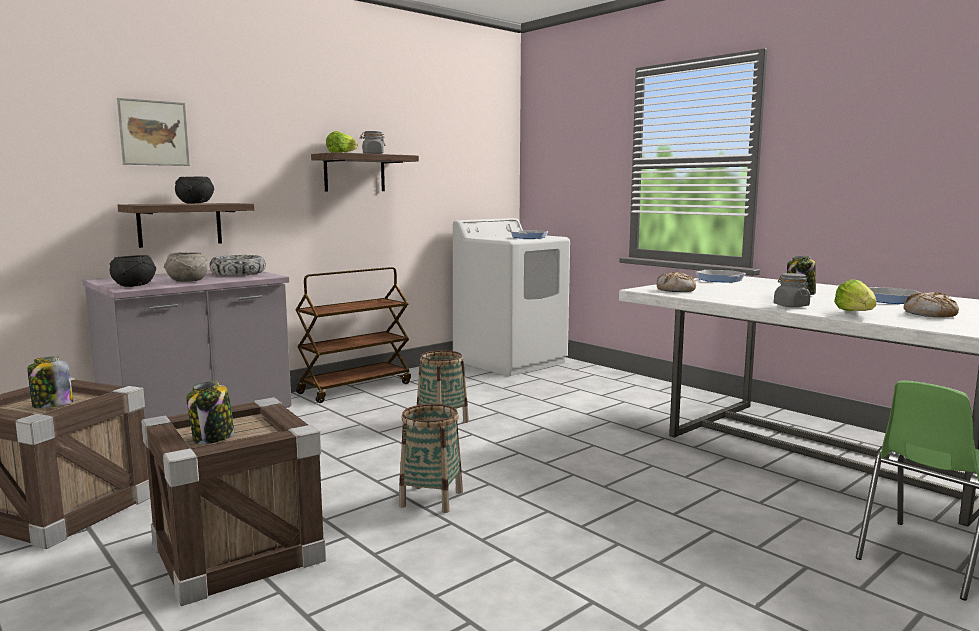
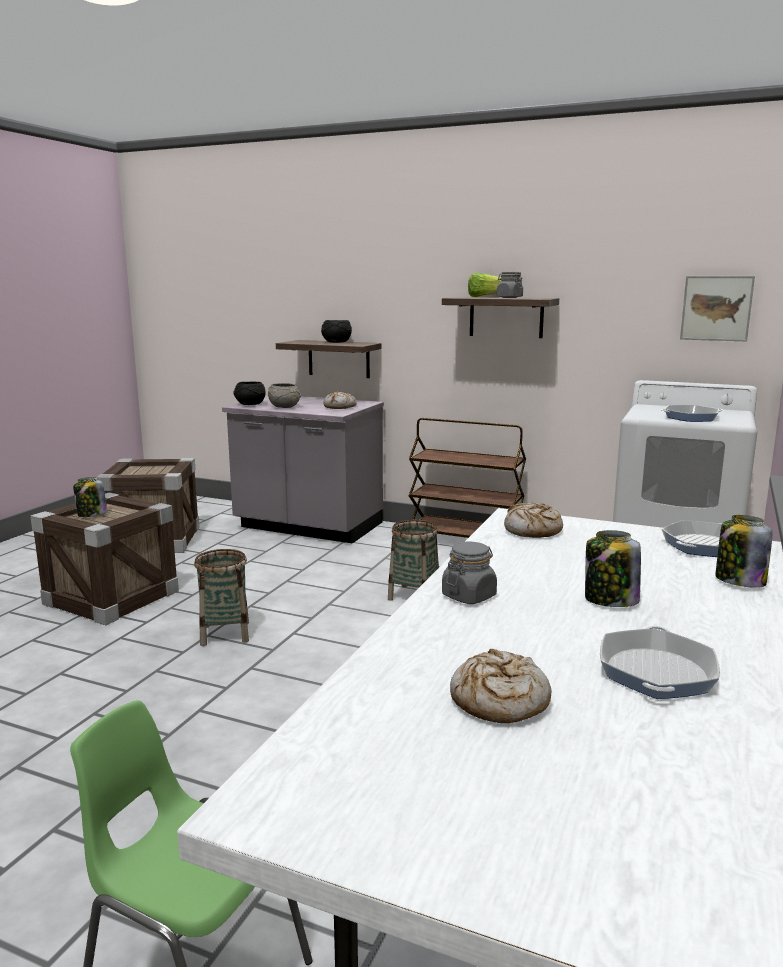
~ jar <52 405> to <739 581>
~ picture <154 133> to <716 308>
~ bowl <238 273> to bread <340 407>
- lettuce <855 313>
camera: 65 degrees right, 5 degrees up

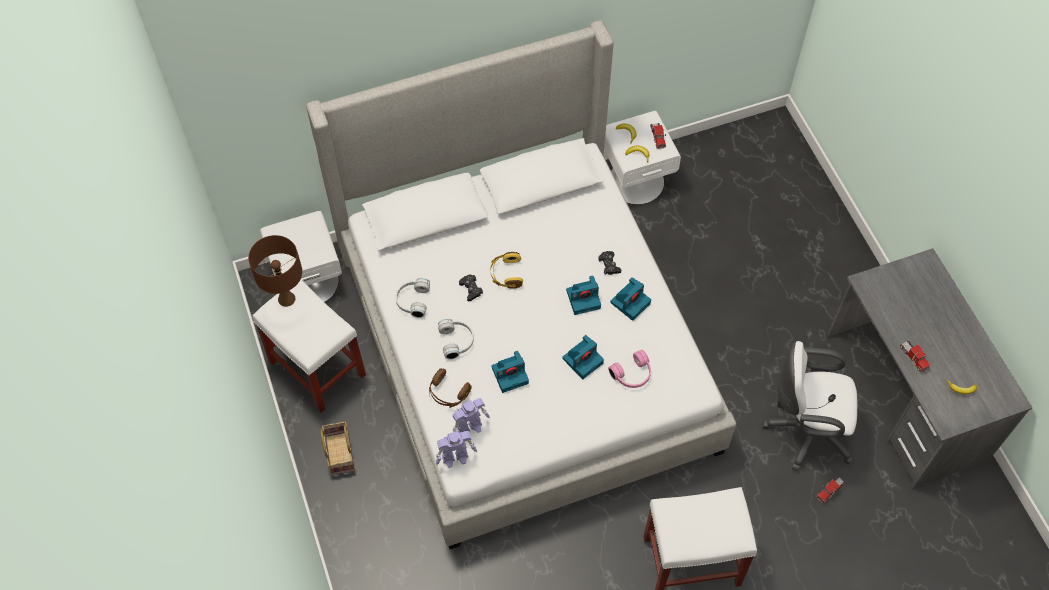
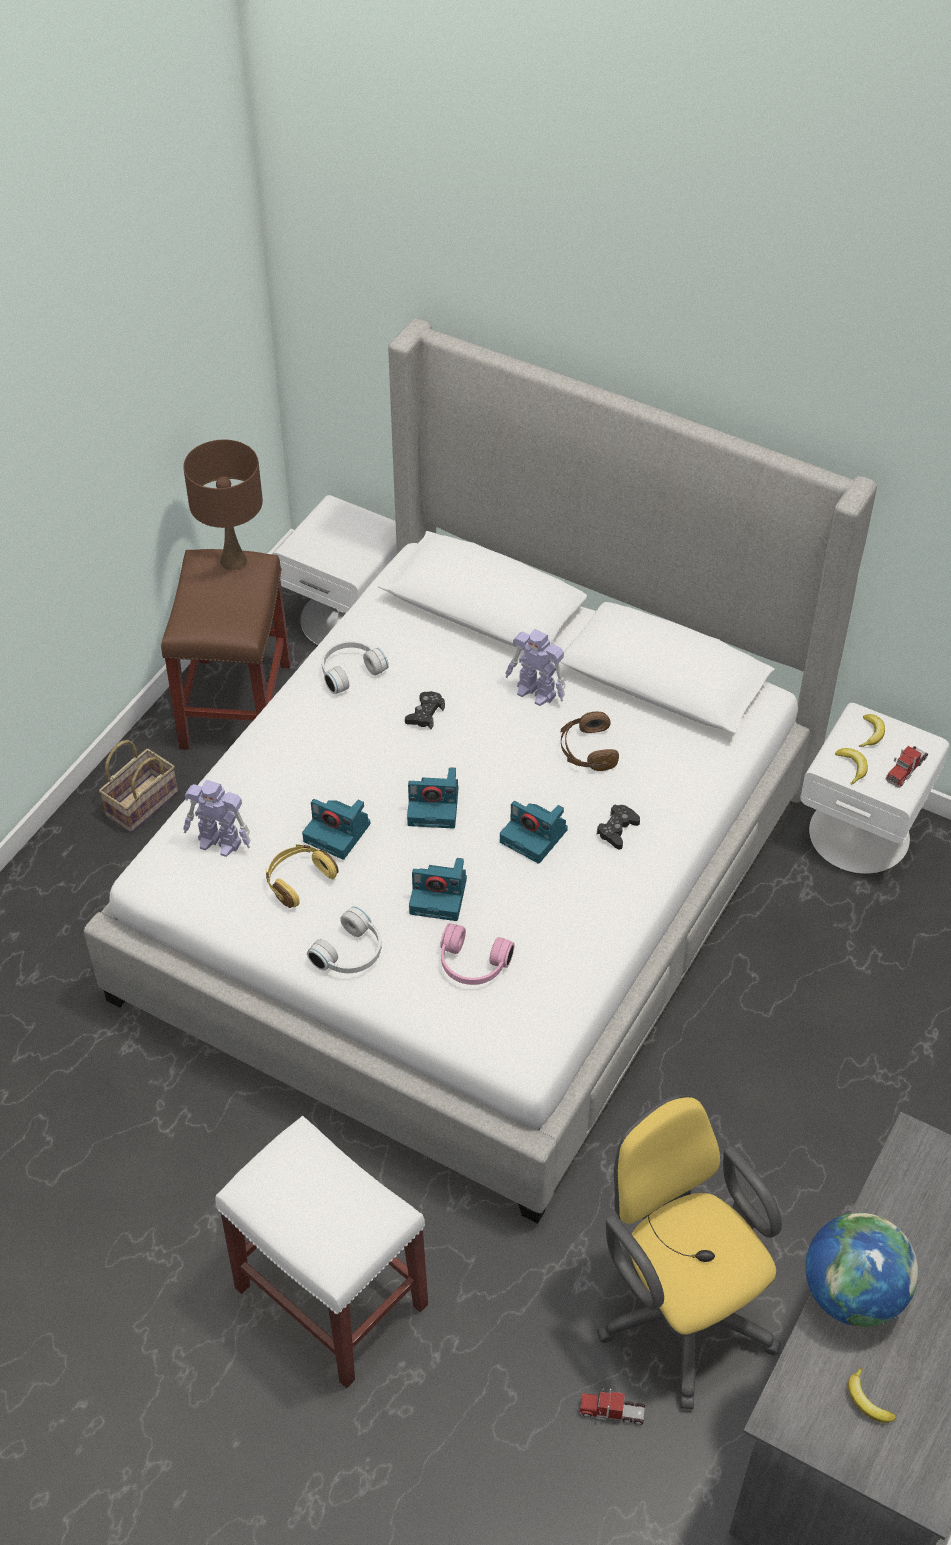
~ white stool <318 369> to brown stool <236 707>
~ brown headphones <448 393> to <587 750>
~ toy robot <456 457> to <536 692>
~ white headphones <457 341> to <351 953>
~ yellow headphones <506 274> to <298 880>
~ photo camera <630 302> to <434 806>
~ white office chair <805 430> to yellow office chair <680 1309>
~ toy truck <913 357> to globe <853 1293>
camera: 50 degrees right, 10 degrees down

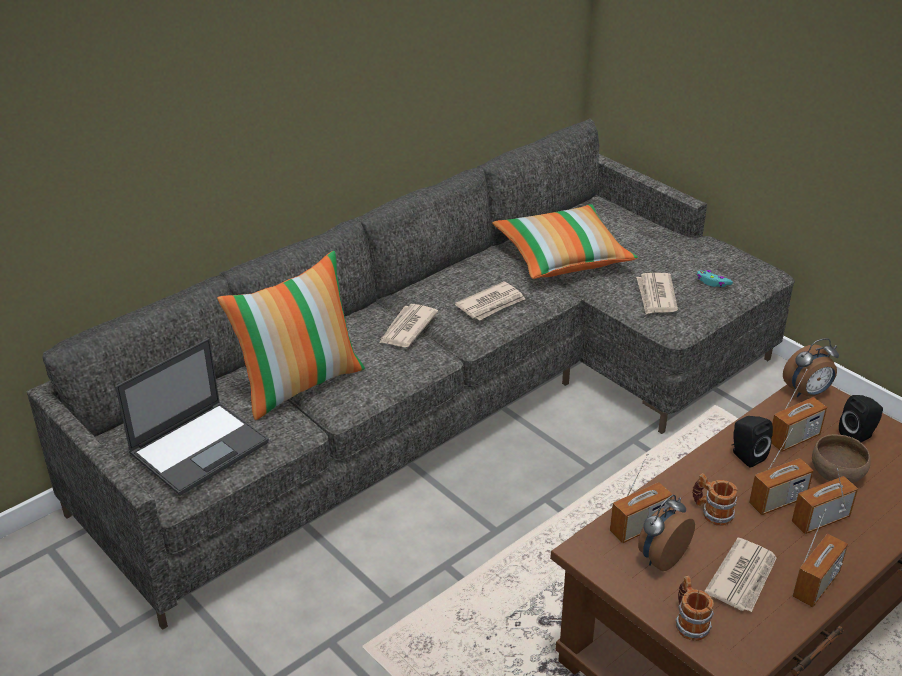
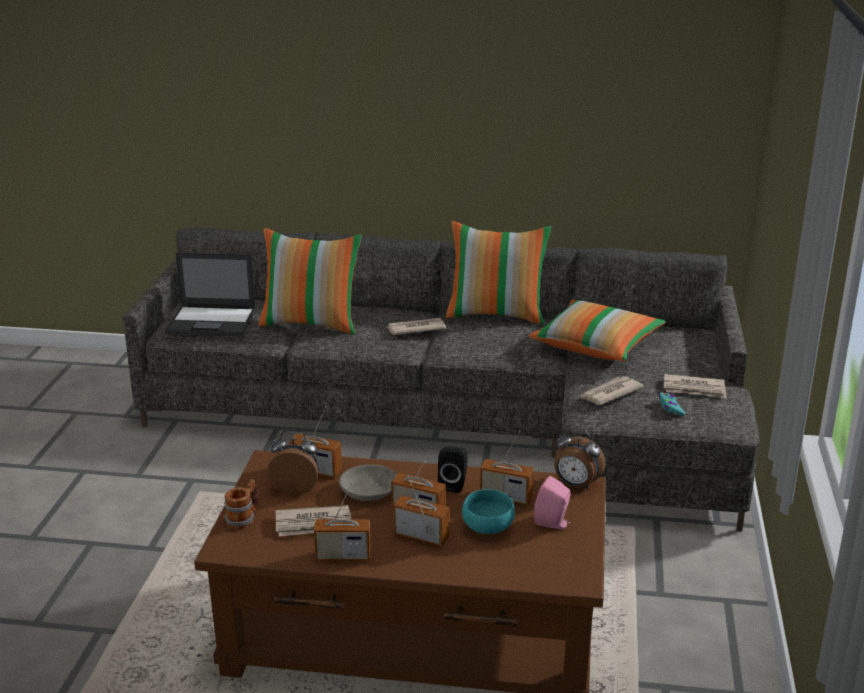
~ newspaper <491 304> to <694 389>
~ mug <711 512> to grey bowl <369 491>
~ brown bowl <837 474> to turquoise bowl <489 528>
~ black speaker <858 436> to pink speaker <553 523>
+ pillow <496 314>
camera: 50 degrees right, 10 degrees down

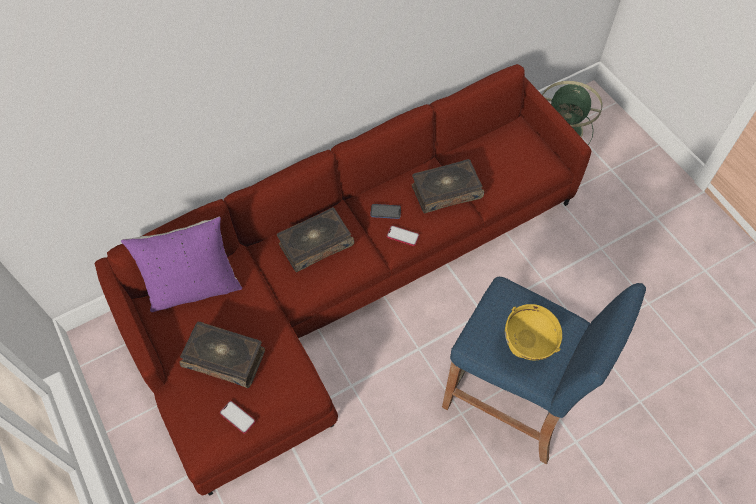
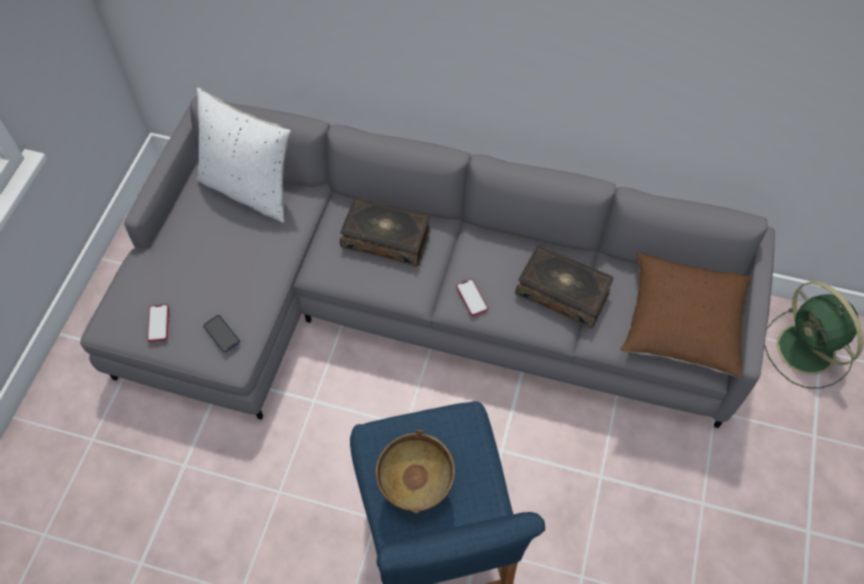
~ red sofa <344 281> to grey sofa <410 305>
~ purple pillow <194 287> to white pillow <250 189>
- book <225 358>
~ phone <385 212> to <222 334>
~ yellow bowl <527 349> to brown bowl <416 491>
+ brown pillow <681 325>
camera: 45 degrees right, 0 degrees up

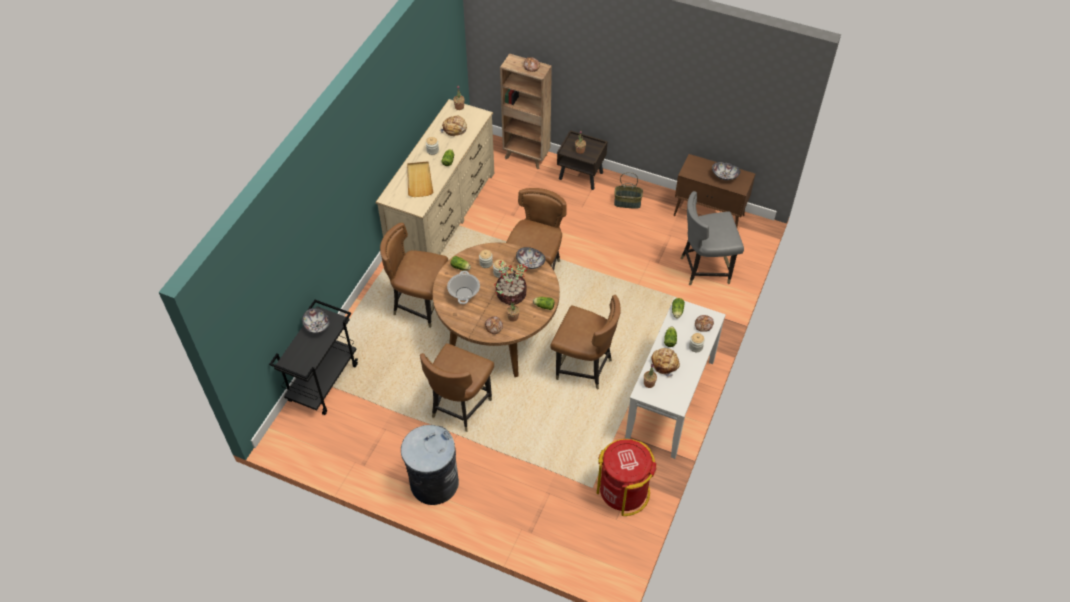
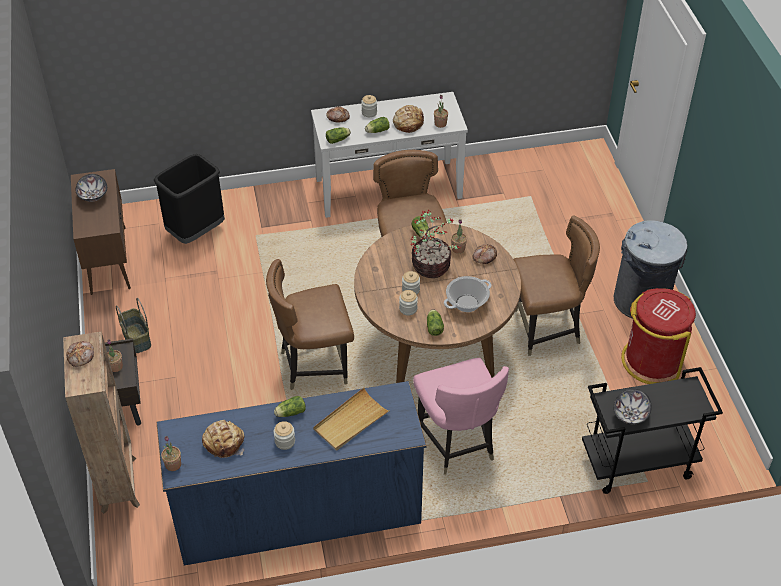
~ beige dresser <442 215> to blue dresser <298 512>
~ brown chair <419 305> to pink chair <457 444>
- bowl <531 263>
~ red trash can <623 491> to <652 360>
~ grey chair <704 268> to black trash can <196 232>
camera: 125 degrees left, 5 degrees down

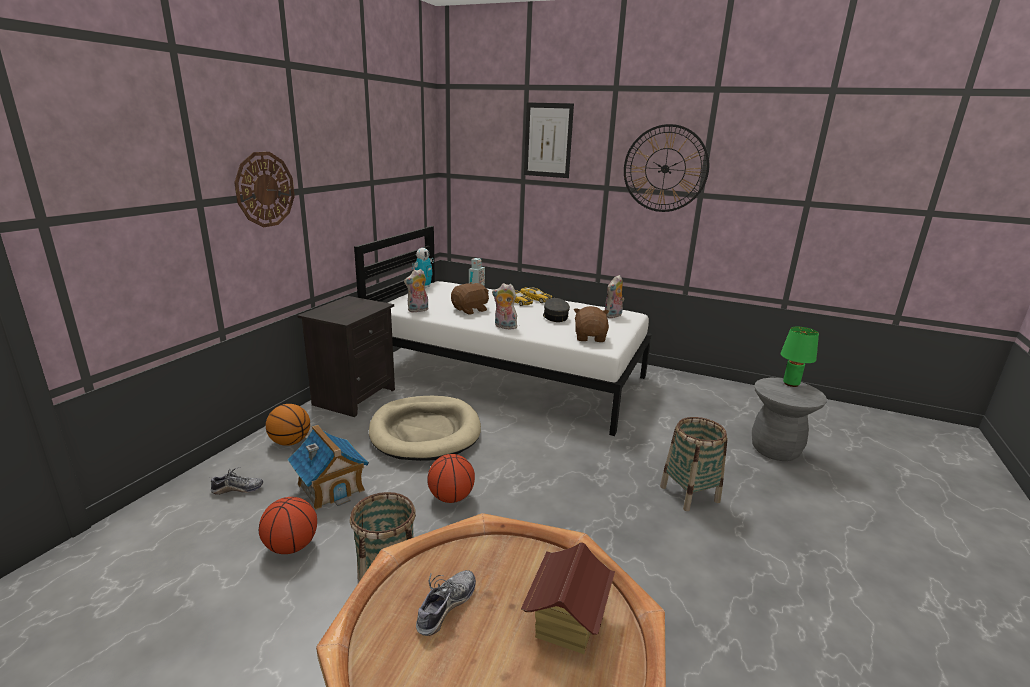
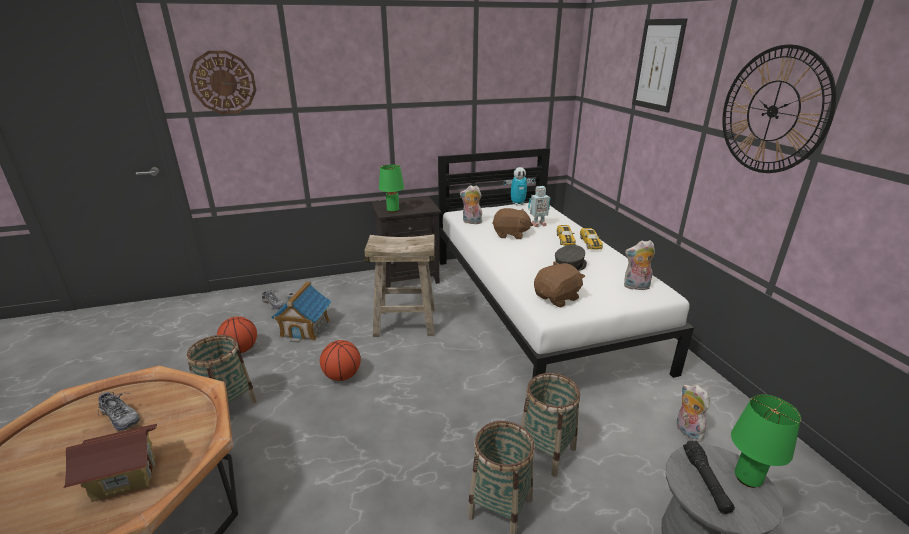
~ wall clock <265 189> to <223 82>
- basketball <290 442>
~ beige dog bed <425 432> to beige stool <405 322>
~ shoe <446 607> = <120 417> 45 degrees clockwise
~ plush toy <504 327> to <686 431>
+ green table lamp <392 210>
+ basket <546 451>
+ black flashlight <705 481>
camera: 50 degrees right, 5 degrees up

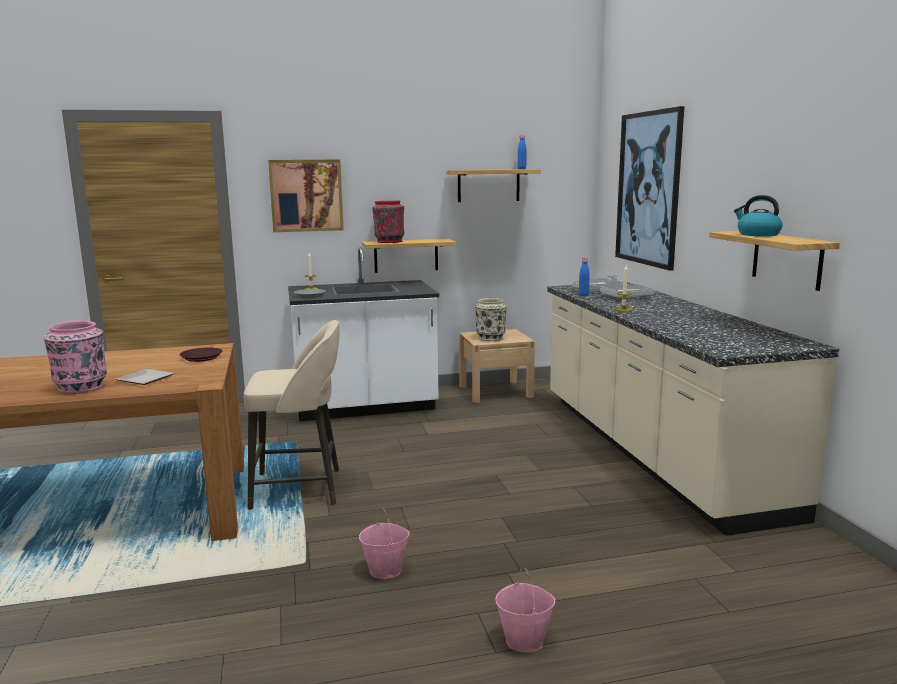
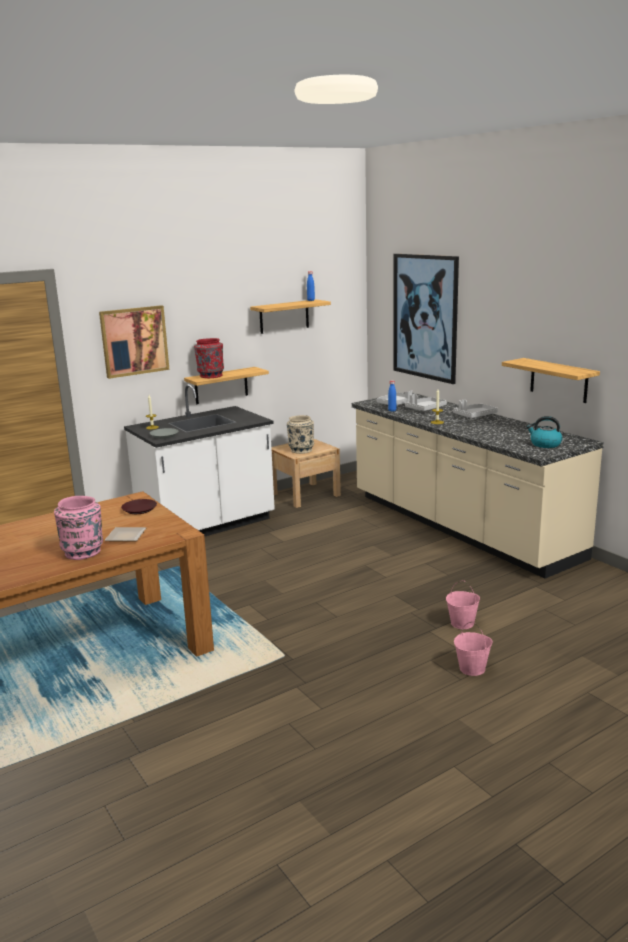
- beige stool <300 489>
~ pink bucket <386 570> to <462 623>
~ kettle <757 234> to <545 444>
+ grey tray <474 416>
camera: 20 degrees left, 5 degrees up

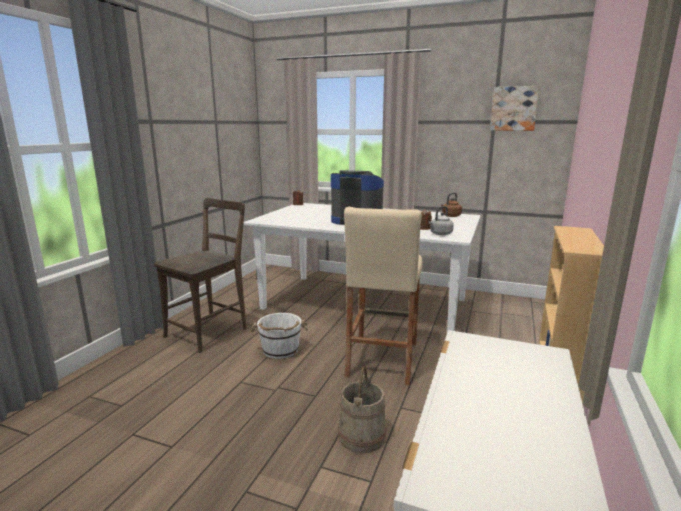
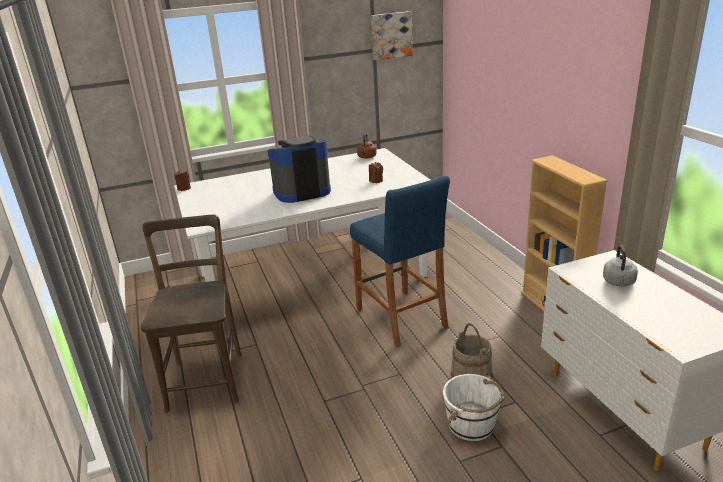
~ white bucket <280 350> to <472 424>
~ beige stool <382 359> to blue stool <400 317>
~ grey kettle <440 234> to <619 282>
camera: 40 degrees left, 10 degrees up

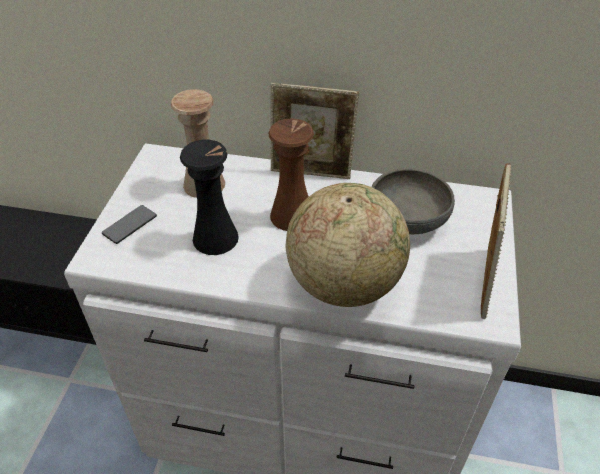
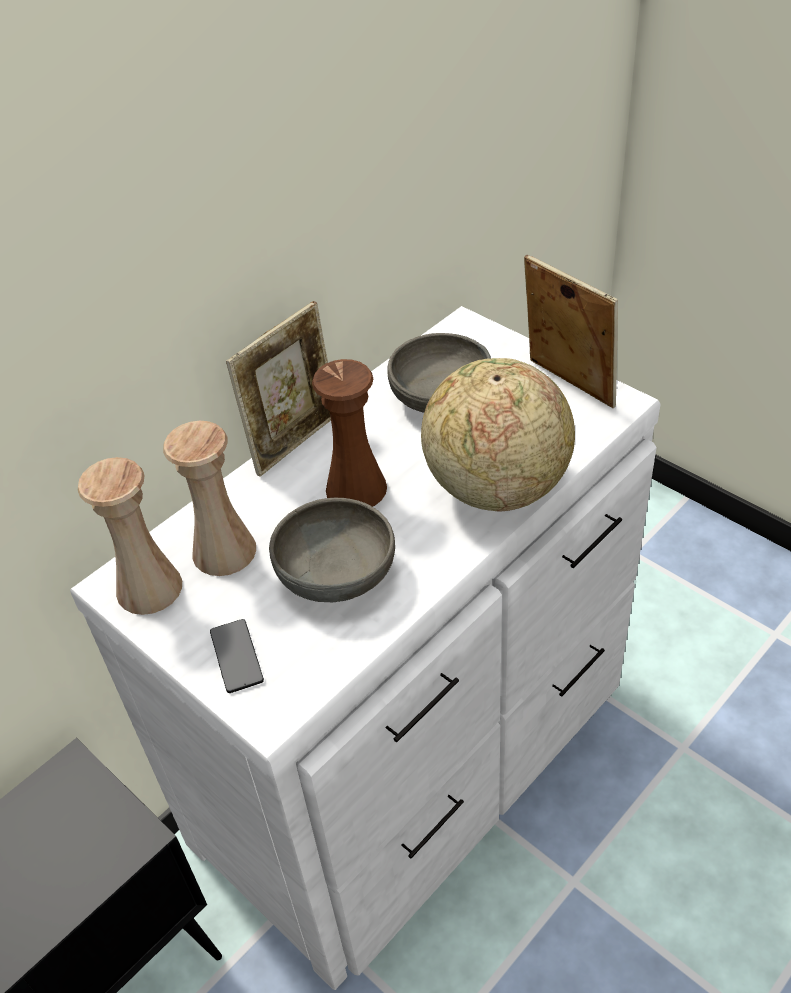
~ black vase <215 238> to grey bowl <336 574>
+ beige vase <149 588>
camera: 55 degrees left, 0 degrees up

